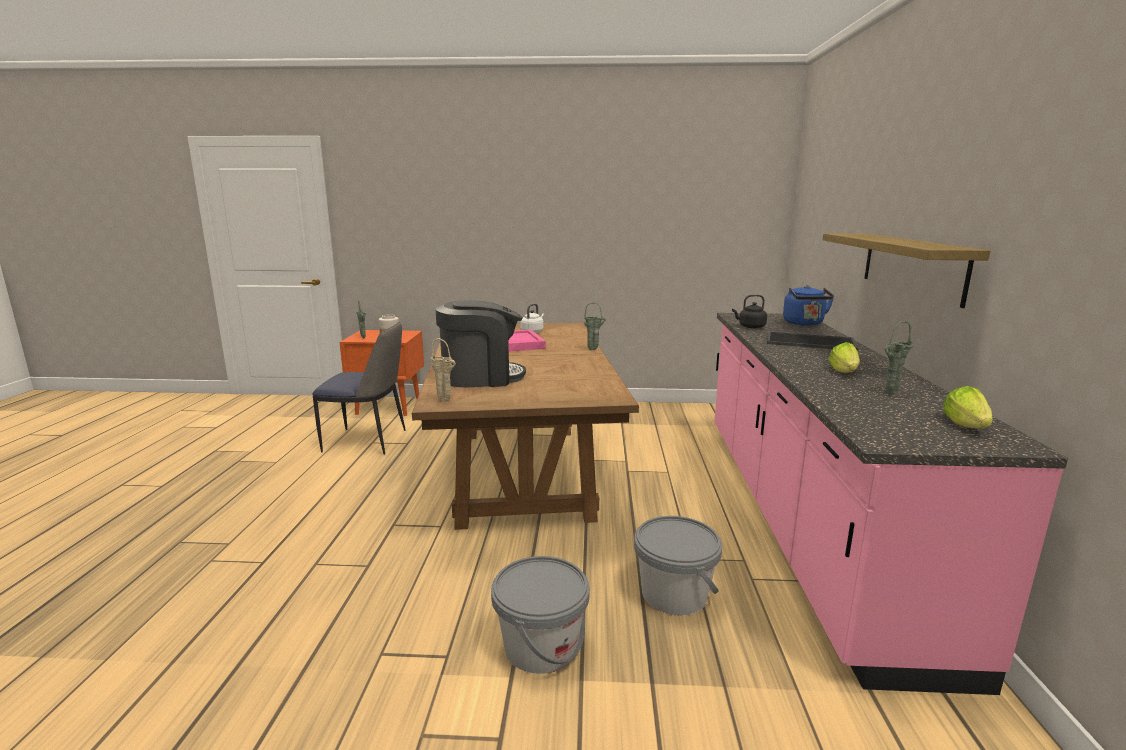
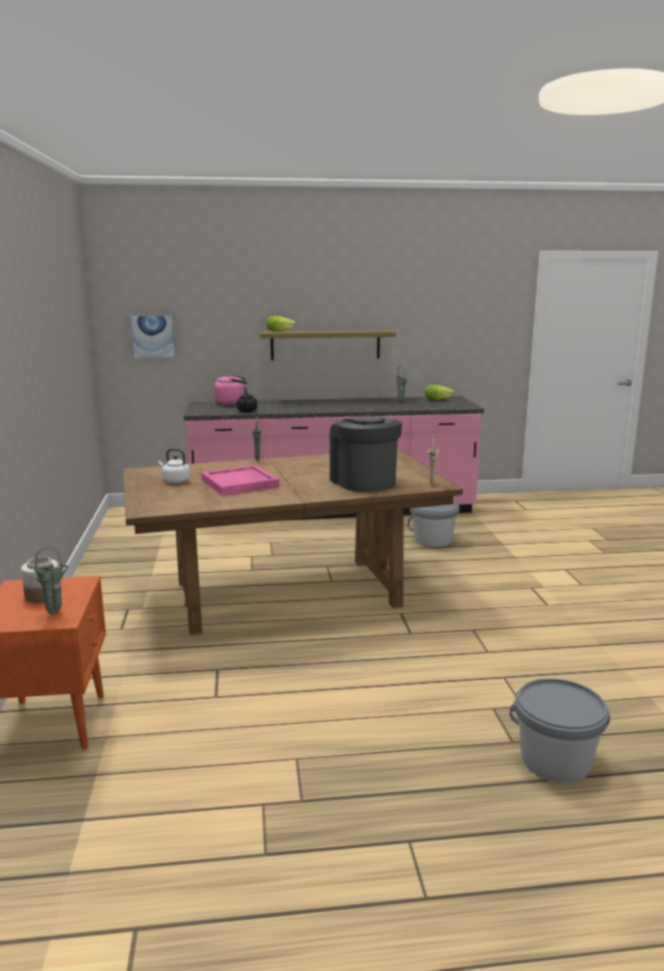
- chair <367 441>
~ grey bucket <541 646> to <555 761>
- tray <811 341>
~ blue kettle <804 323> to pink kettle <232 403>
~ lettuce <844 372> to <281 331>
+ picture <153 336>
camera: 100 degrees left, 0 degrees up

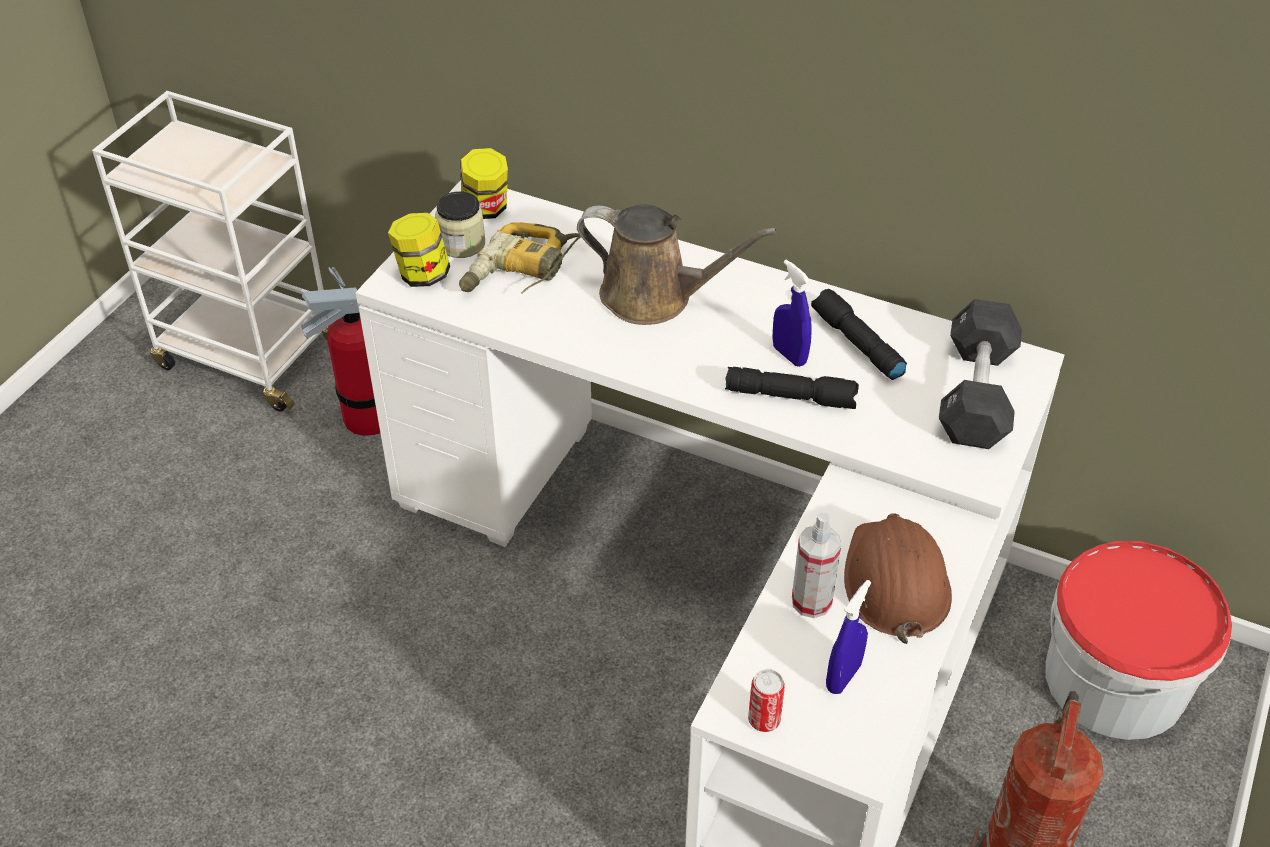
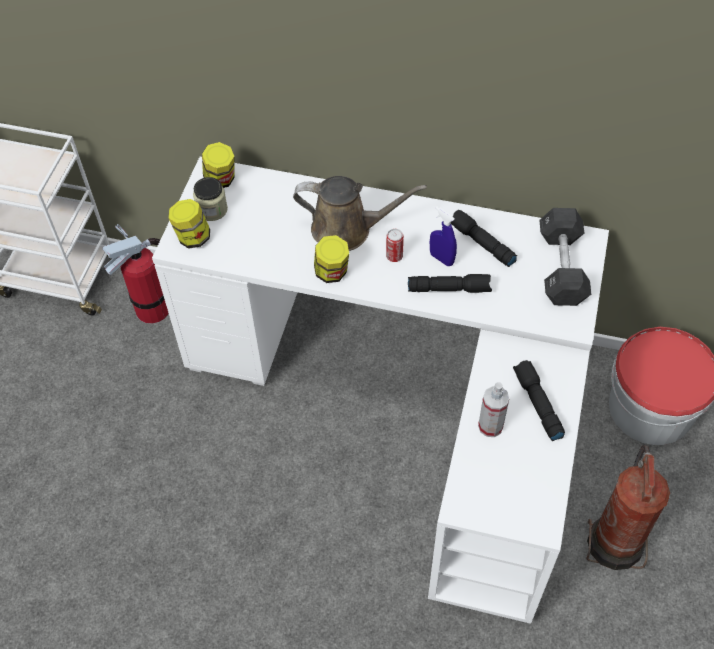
- power drill <522 272>
~ can <764 720> to <394 256>
- blue spray bottle <843 677>
~ brown hard hat <894 582> to black flashlight <537 404>
+ jar <332 273>
camera: 10 degrees left, 10 degrees up

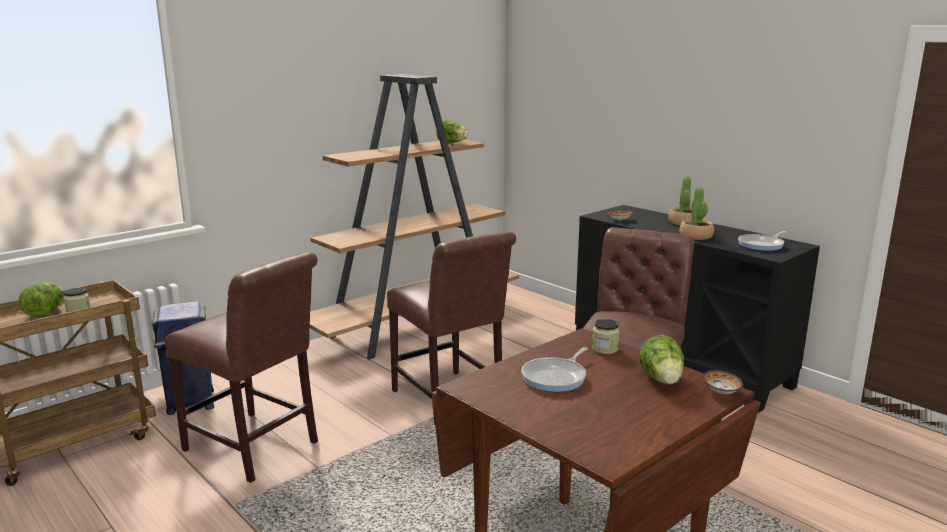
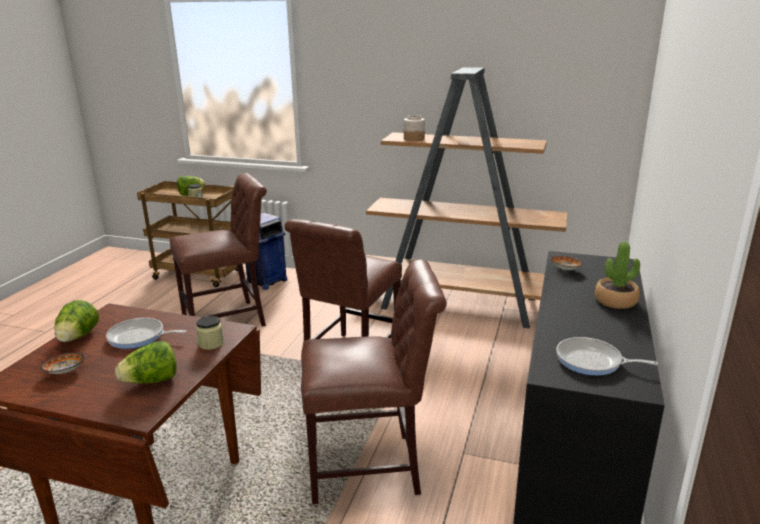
~ brown chair <255 448> = <229 320> 120 degrees counterclockwise
~ lettuce <452 143> to <78 337>
- potted plant <696 236>
~ bowl <721 391> to <66 371>
+ jar <413 139>
camera: 60 degrees right, 5 degrees up

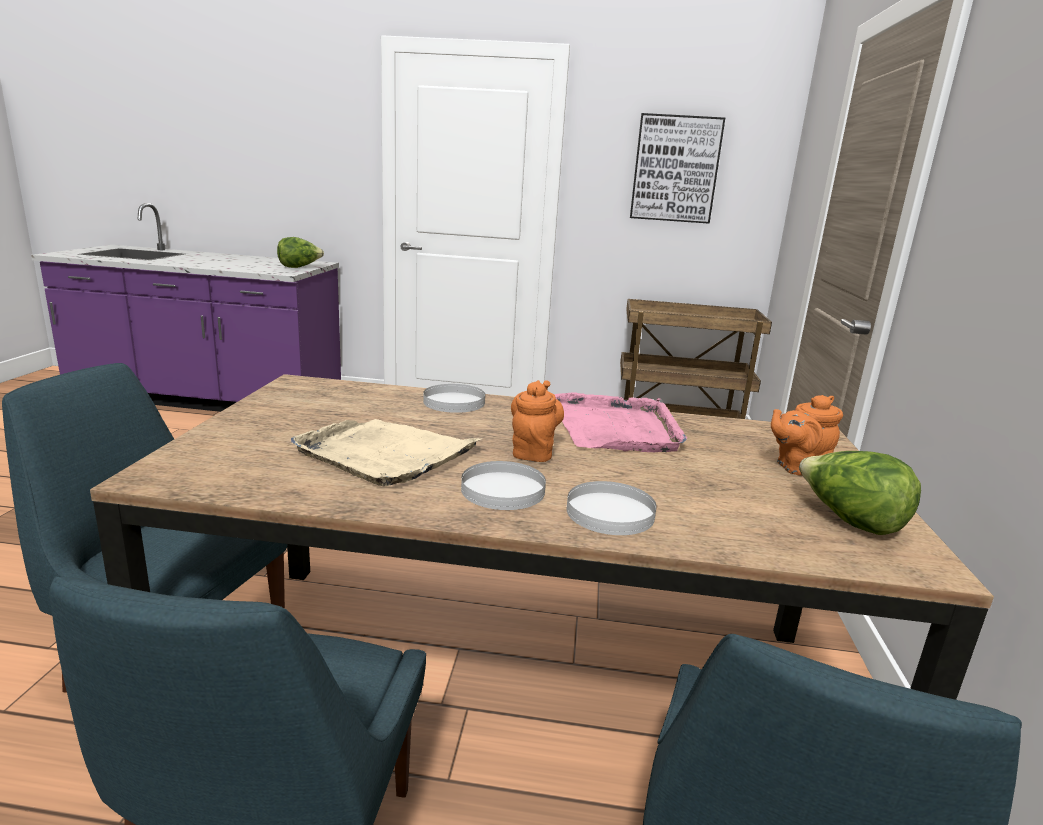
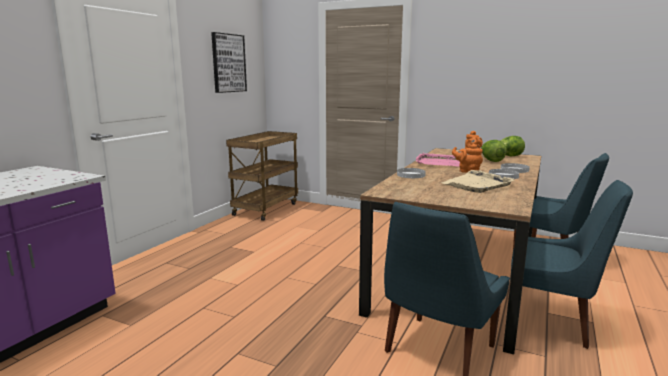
~ lettuce <299 267> to <491 161>
camera: 70 degrees left, 5 degrees down

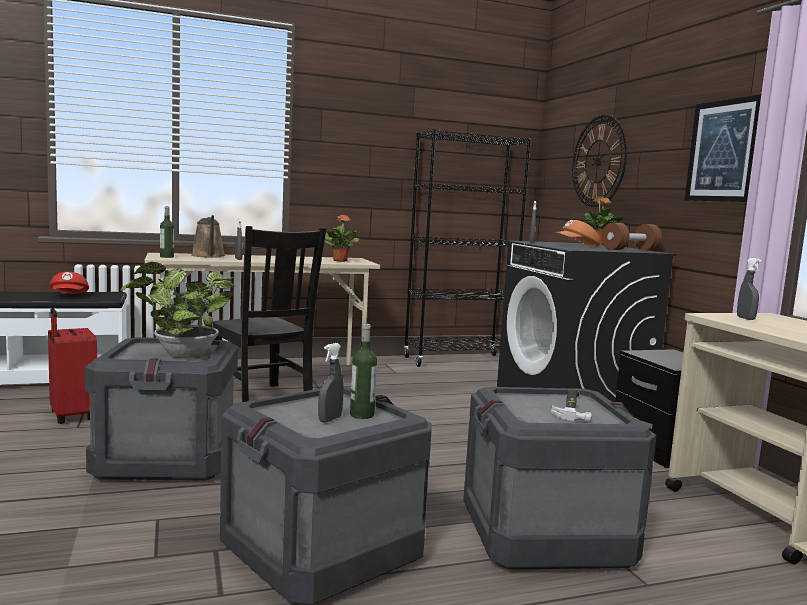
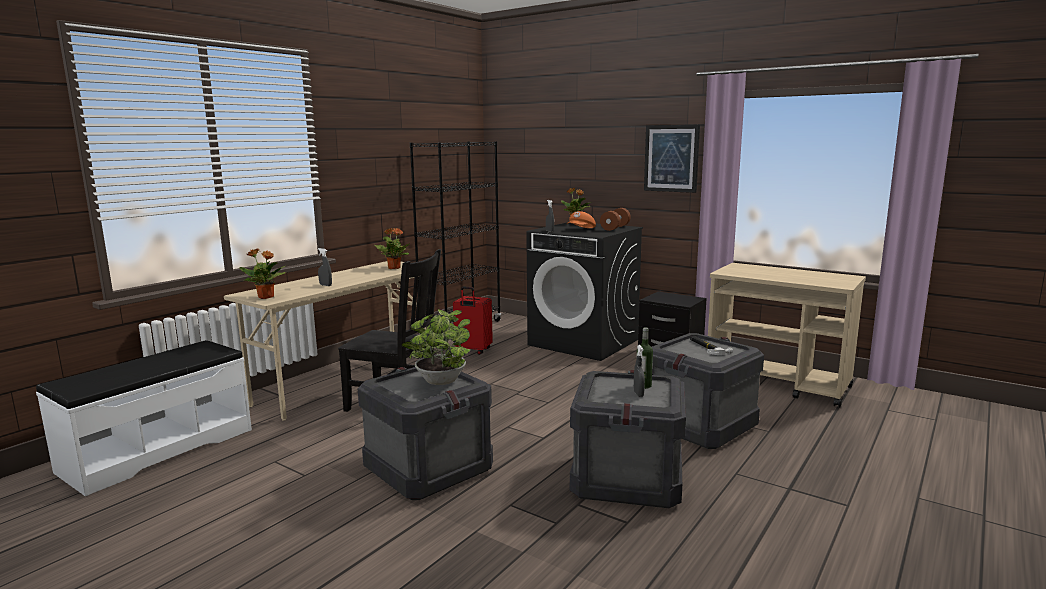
~ red suitcase <71 416> to <472 350>
- red cap <69 296>
~ bottle <167 257> to potted plant <266 297>
- brown watering can <208 256>
- wall clock <598 161>
- grey spray bottle <745 318>
camera: 35 degrees left, 5 degrees up

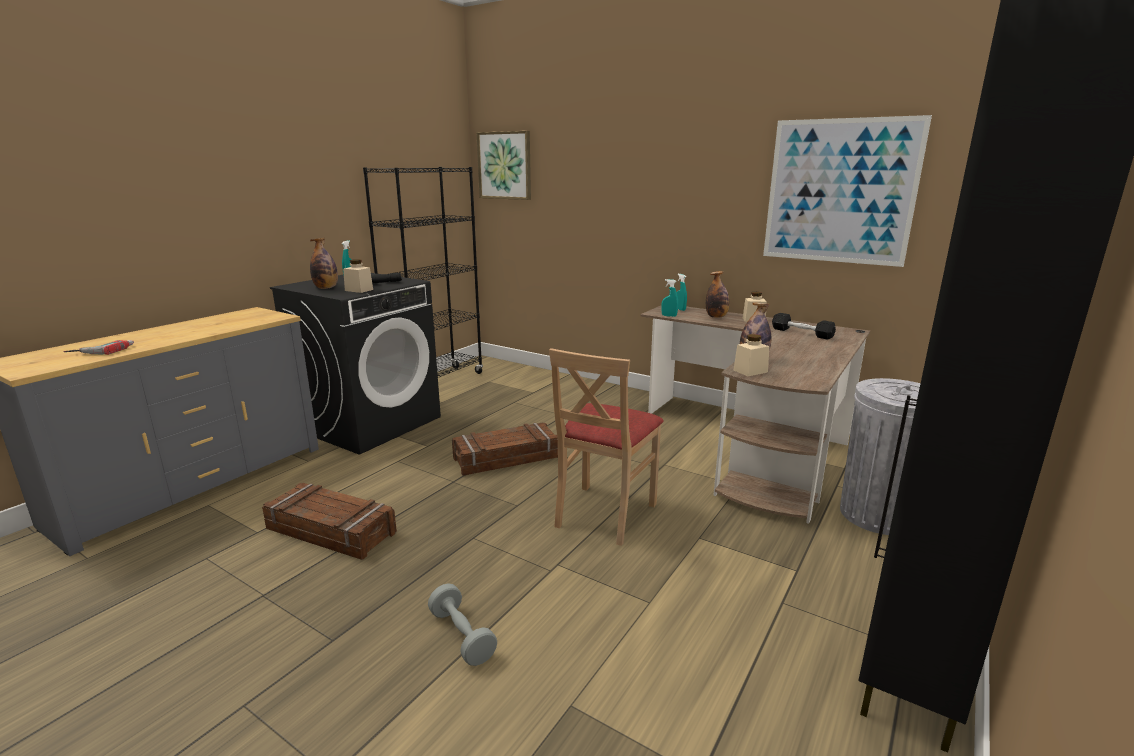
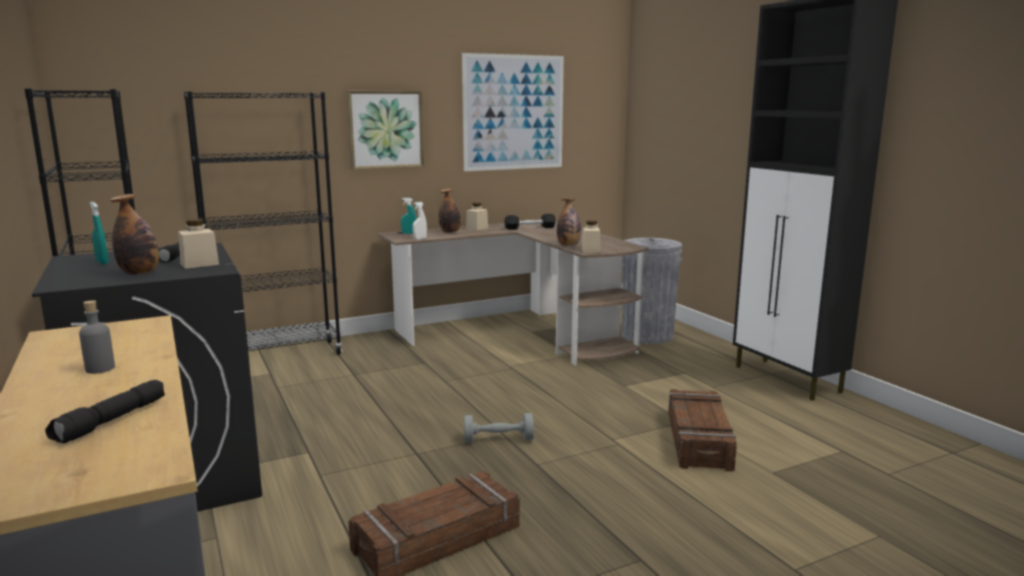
~ power drill <102 350> to black flashlight <111 421>
~ grey dumbbell <462 636> to <498 440>
~ crate <506 458> to <699 440>
~ picture <505 165> to <385 129>
- beige chair <604 514>
~ turquoise spray bottle <669 316> to white spray bottle <420 239>
+ grey bottle <100 369>
+ black bookcase <278 356>
camera: 60 degrees left, 5 degrees down

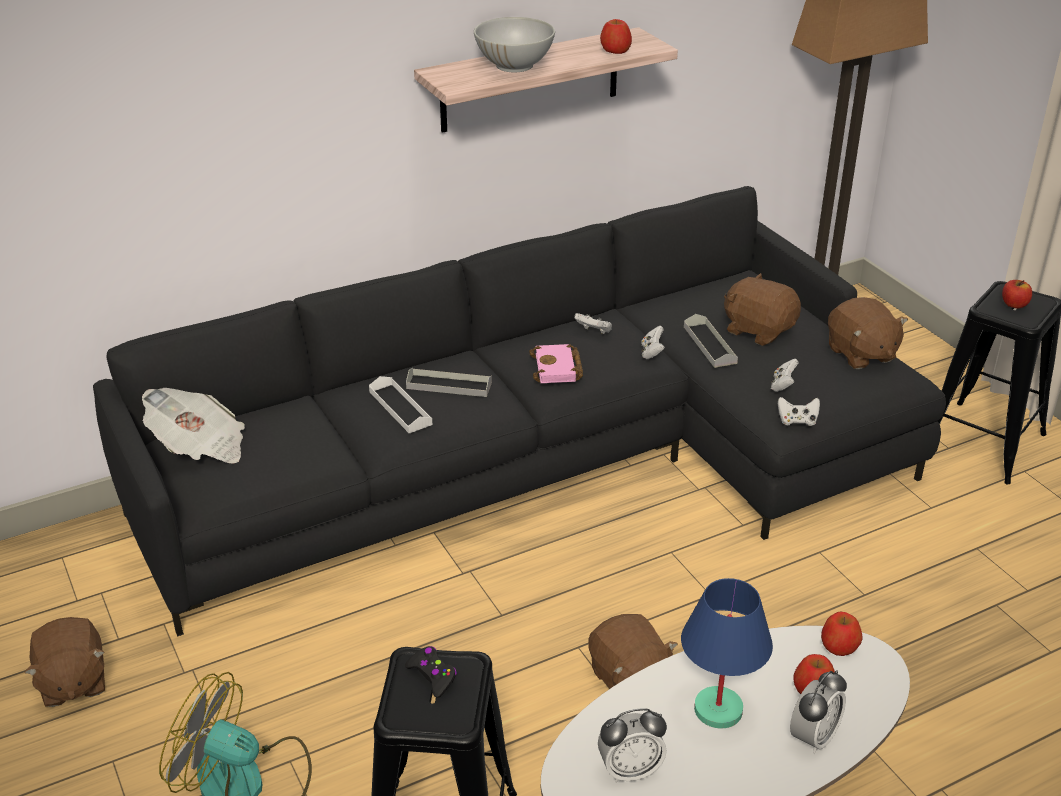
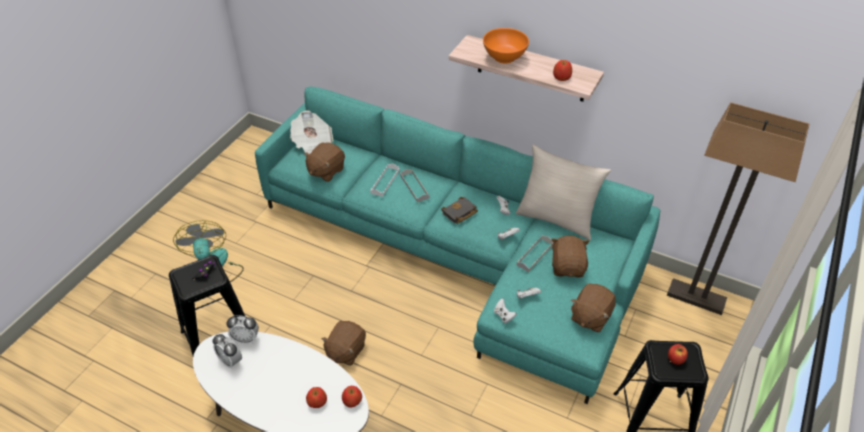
~ brown plush toy <72 682> to <326 171>
~ black sofa <548 464> to turquoise sofa <460 254>
~ white bowl <515 65> to orange bowl <504 57>
~ pink book <558 369> to black book <459 213>
- blue table lamp <719 709>
~ alarm clock <813 737> to <246 339>
+ beige pillow <556 219>
camera: 55 degrees right, 10 degrees up

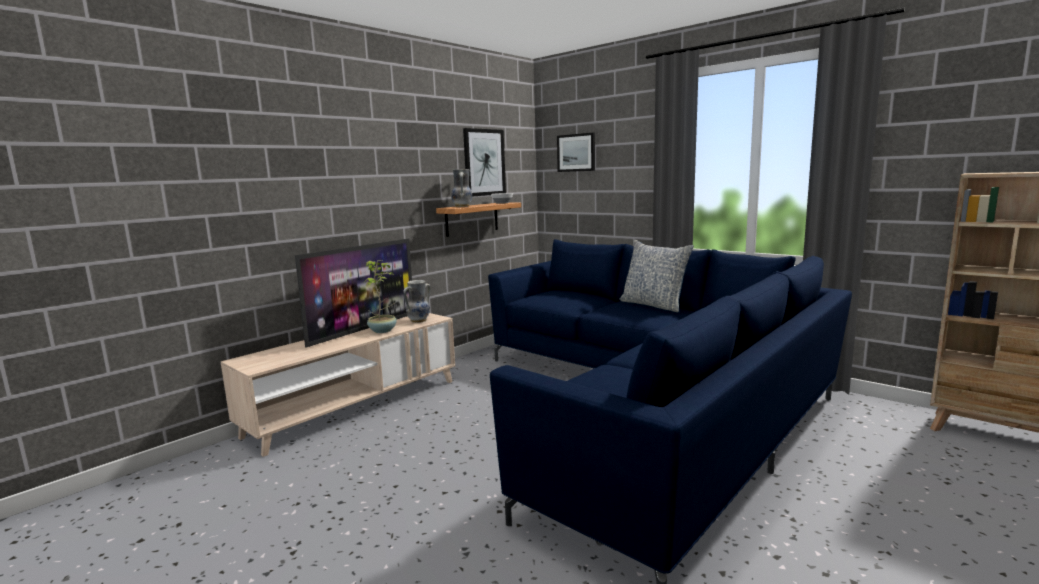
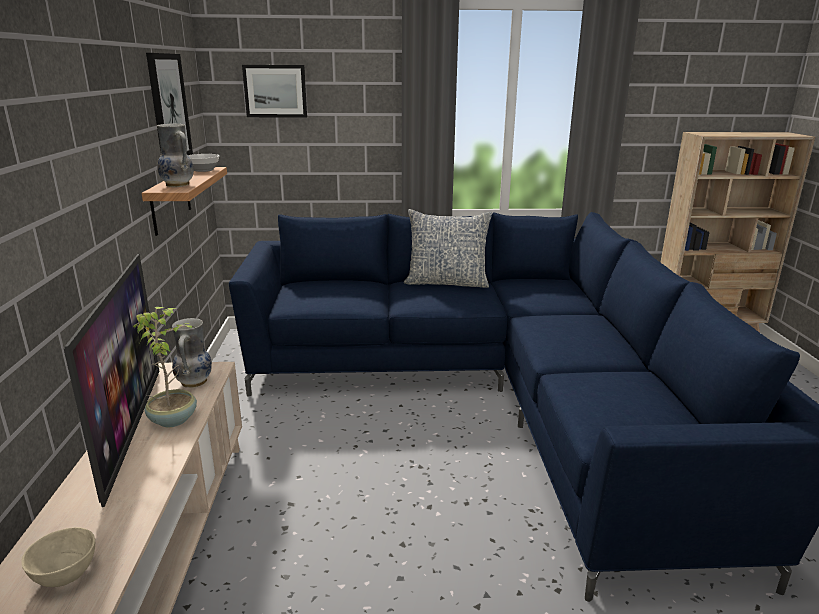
+ beige bowl <65 576>
camera: 45 degrees left, 10 degrees up

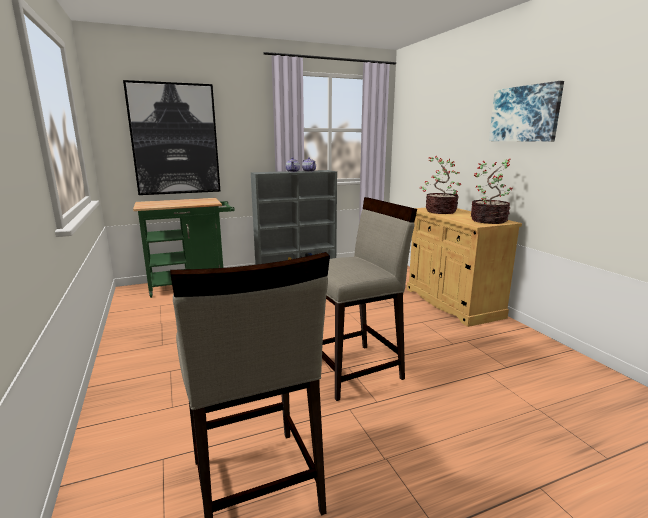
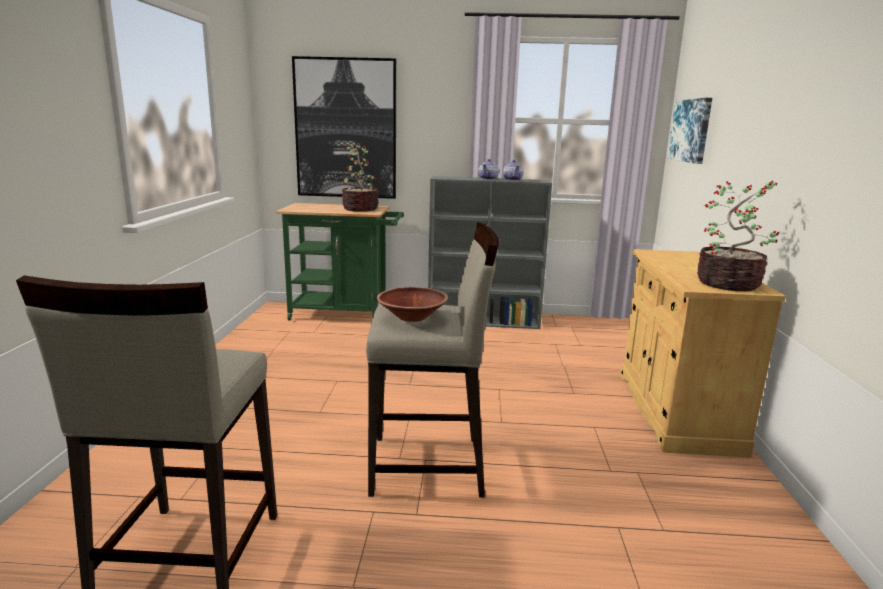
~ potted plant <439 211> to <359 209>
~ picture <524 114> to <691 130>
+ brown bowl <412 317>
camera: 25 degrees right, 0 degrees up

